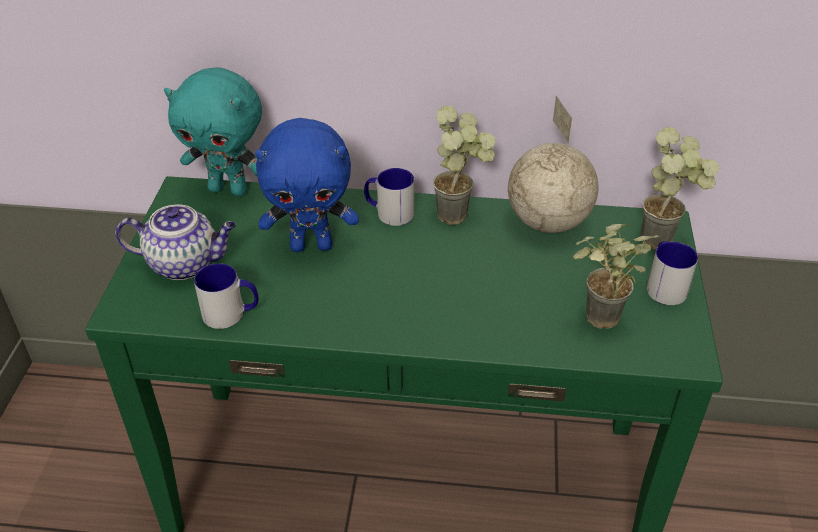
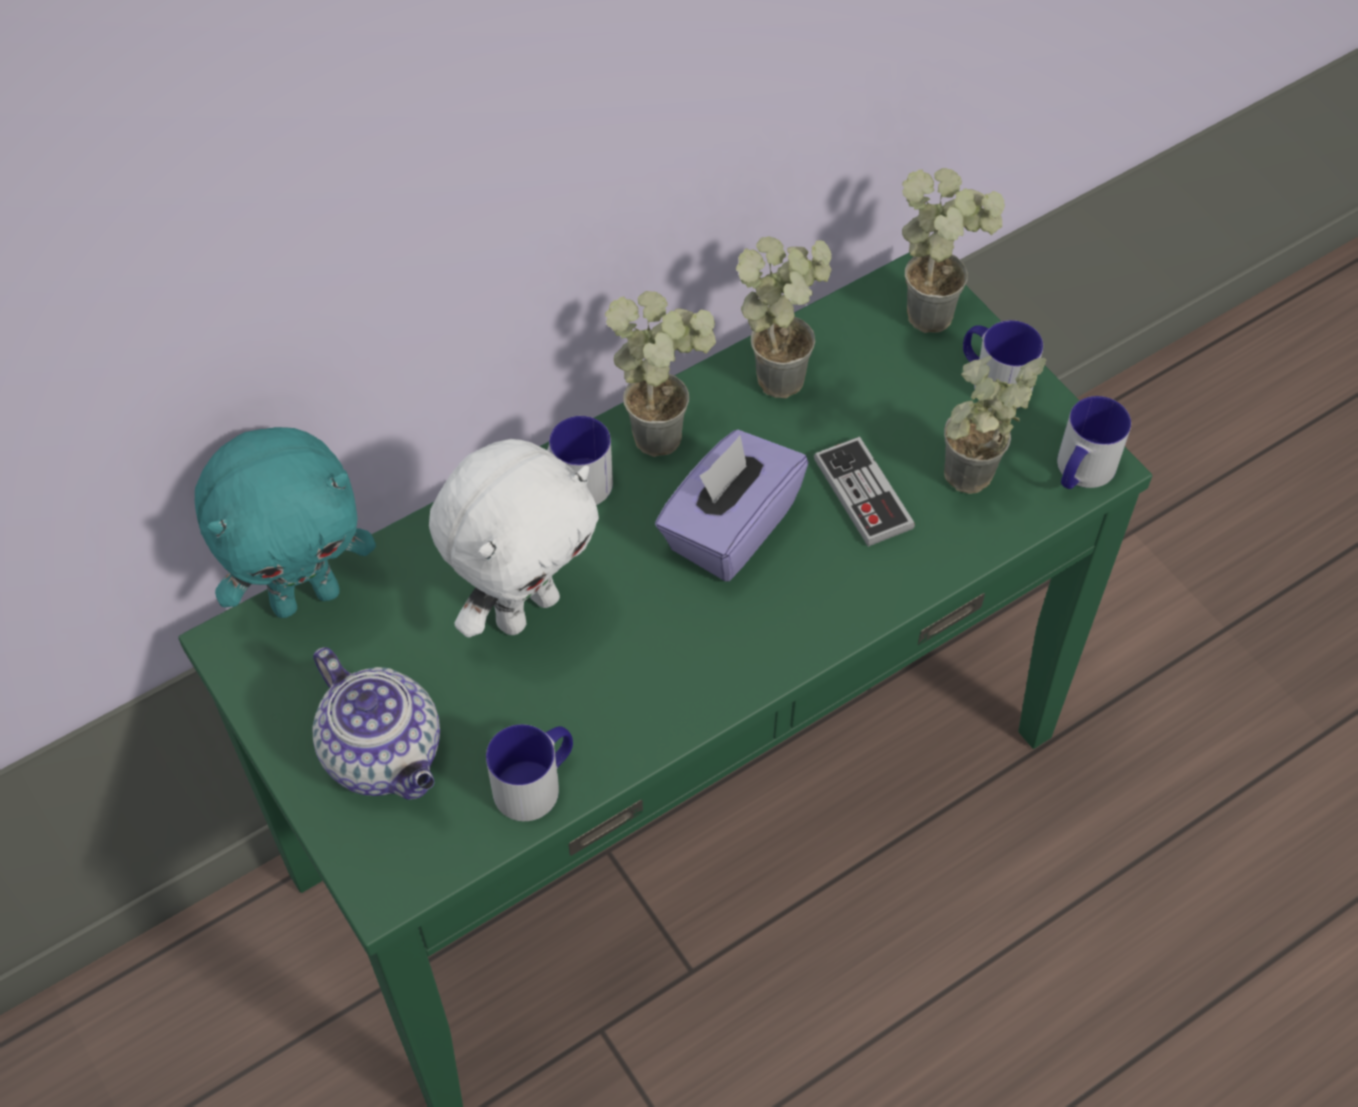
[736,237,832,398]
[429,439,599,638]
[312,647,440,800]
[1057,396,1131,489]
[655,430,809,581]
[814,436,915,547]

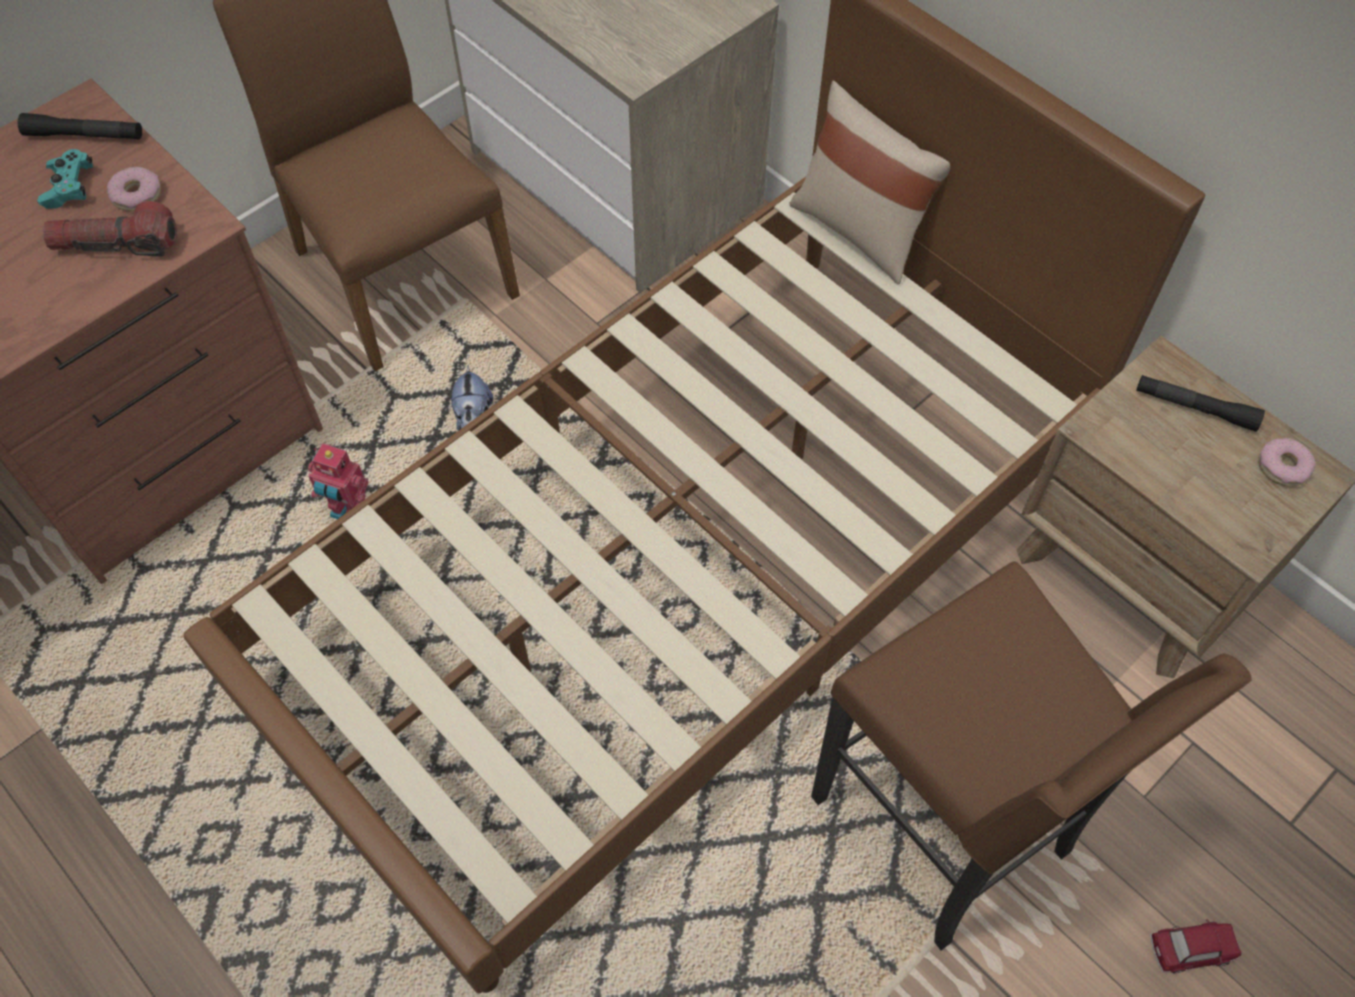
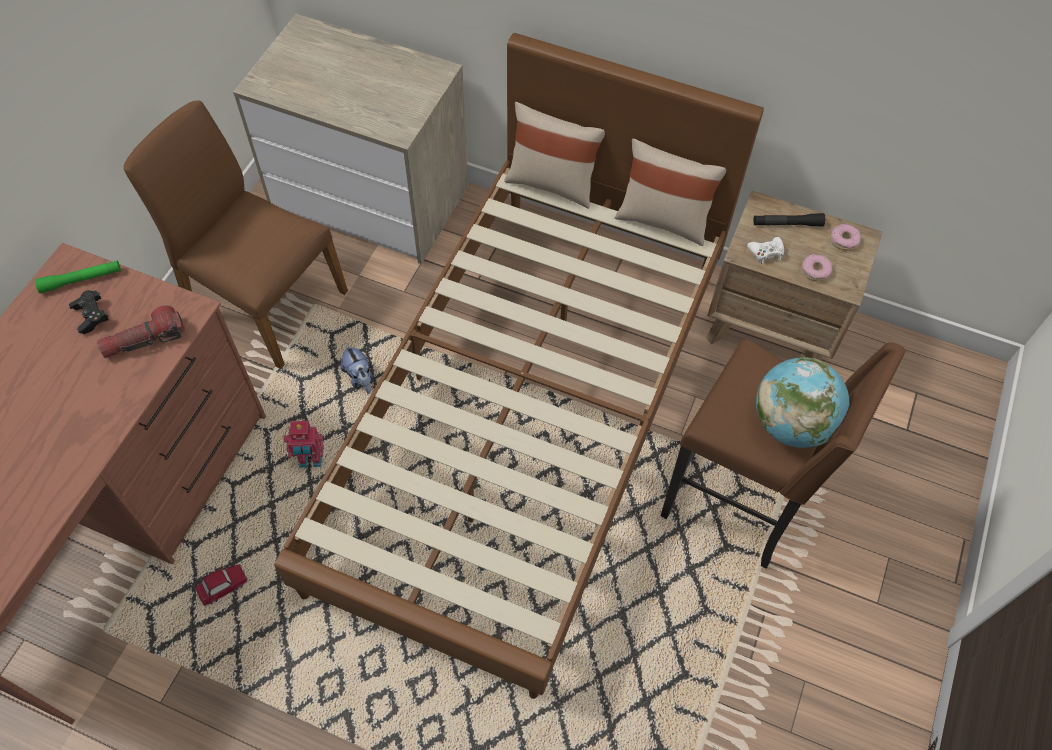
[35,261,121,294]
[69,290,109,334]
[802,254,833,281]
[195,564,248,606]
[614,139,726,246]
[747,237,784,264]
[756,357,849,448]

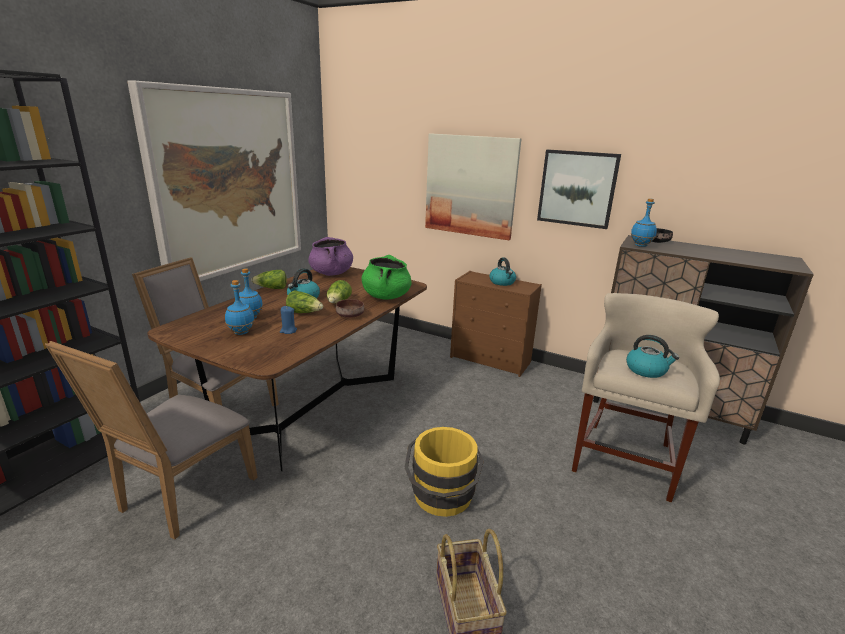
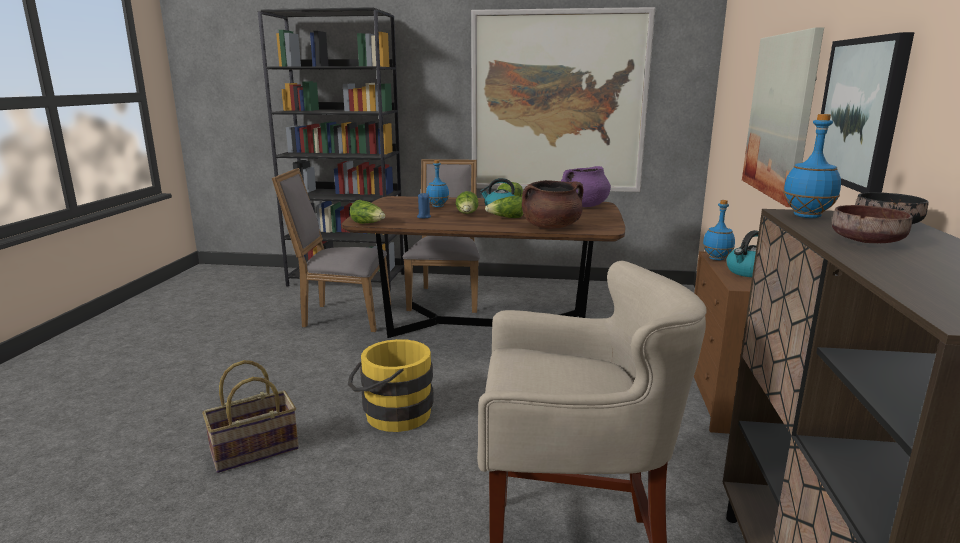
[522,180,584,229]
[703,200,735,261]
[832,205,913,243]
[626,335,679,378] (first image)
[350,200,385,224]

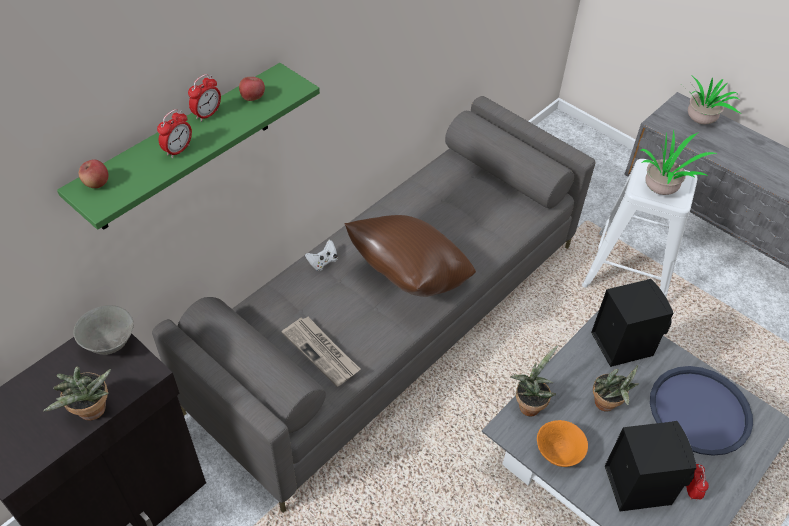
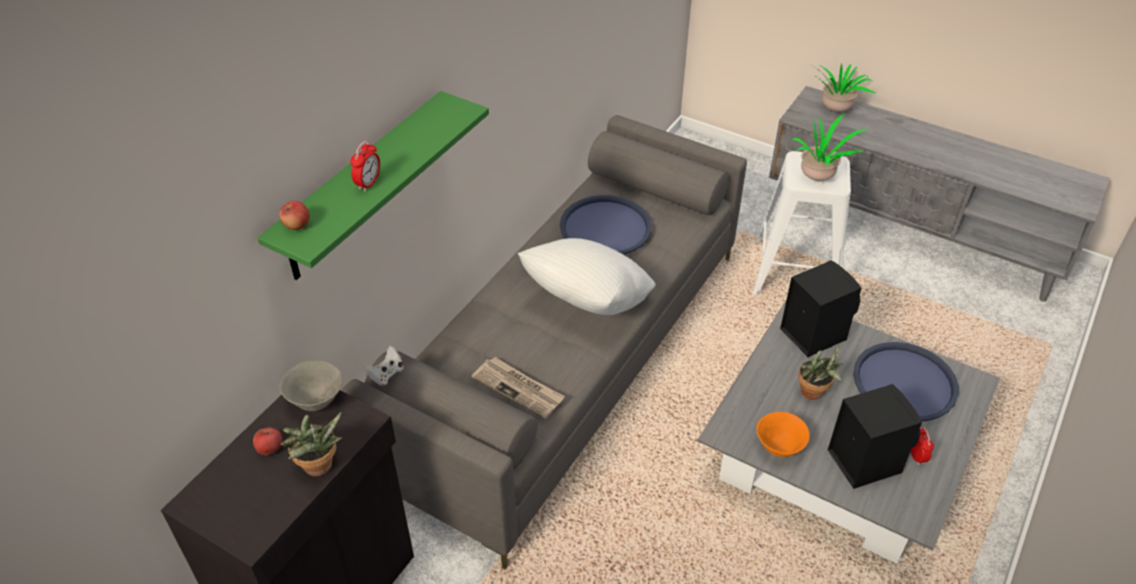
[188,74,221,122] (first image)
[253,428,282,455]
[517,238,656,315]
[364,346,404,386]
[511,345,558,417] (first image)
[560,195,652,255]

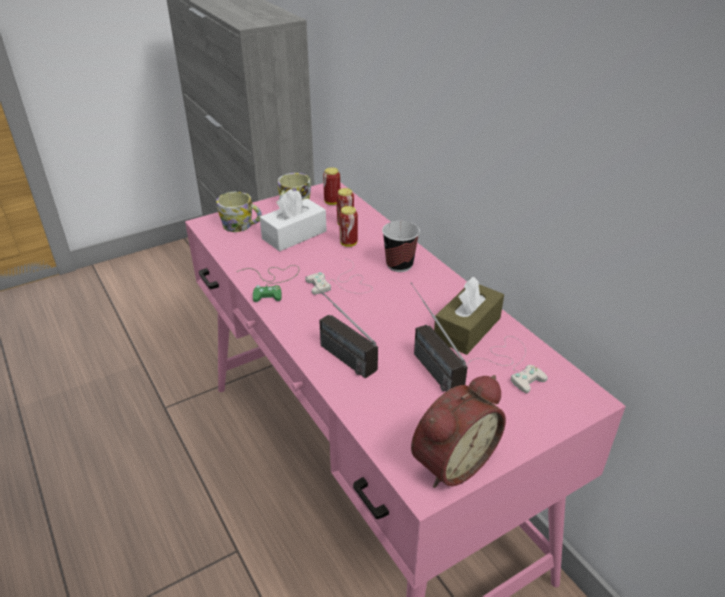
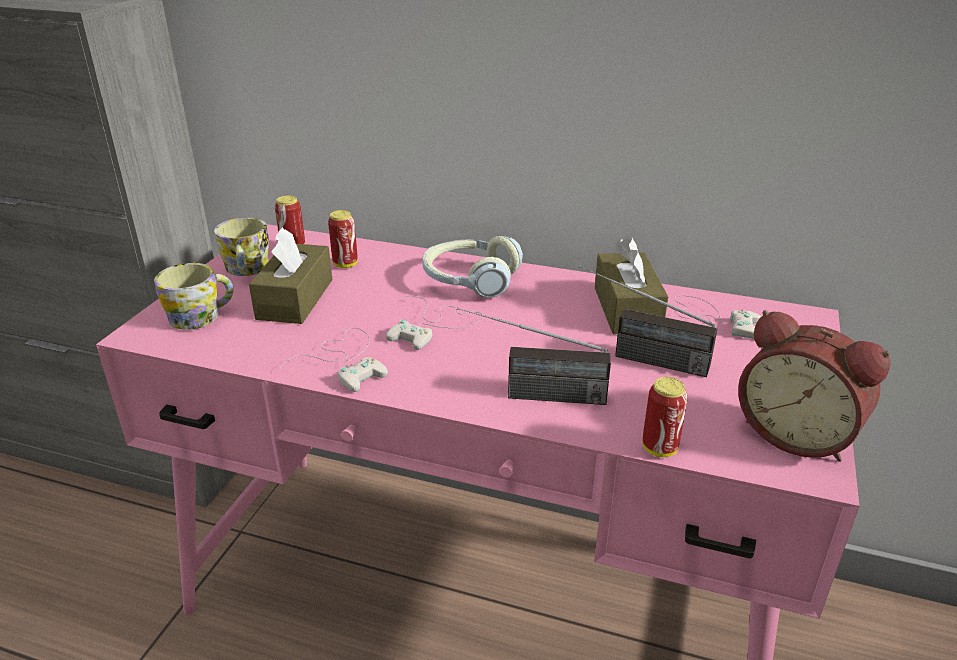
[249,227,332,324]
[643,377,688,457]
[422,235,523,298]
[280,328,388,392]
[738,310,891,462]

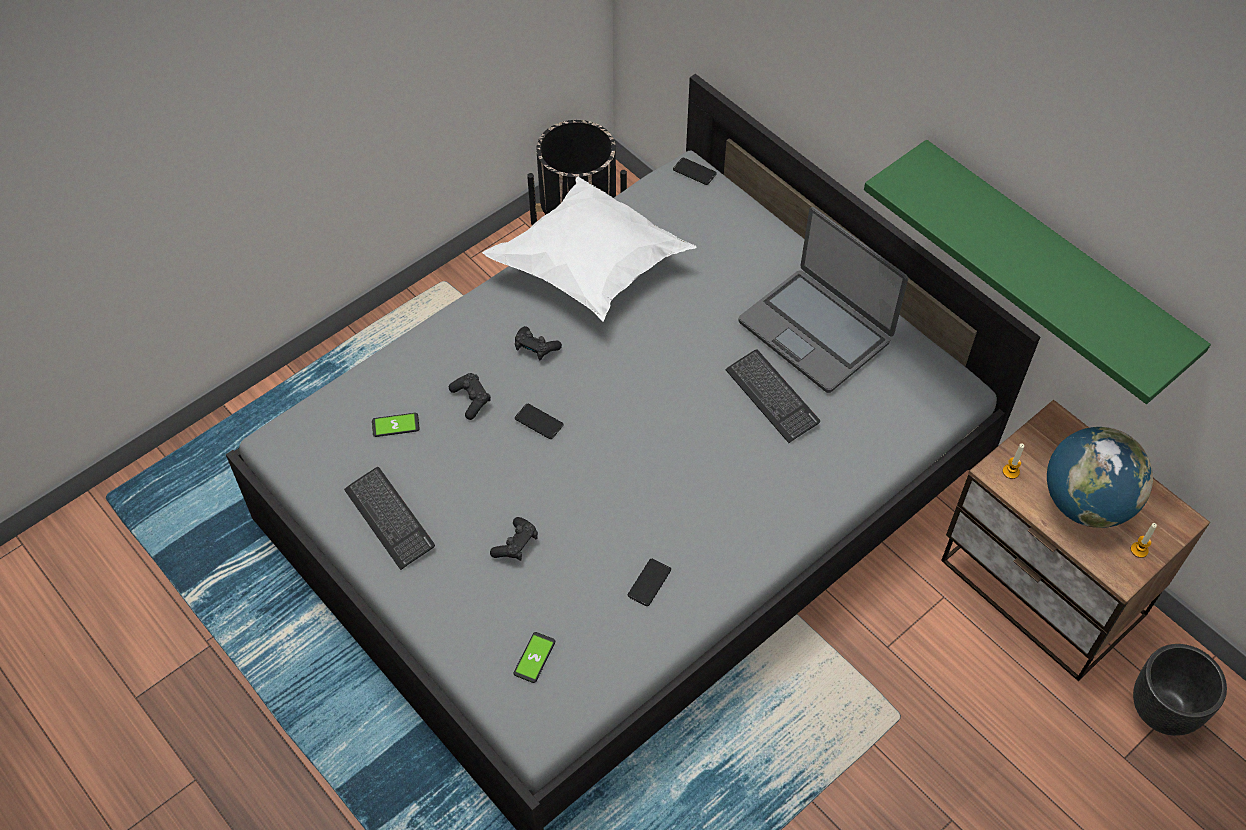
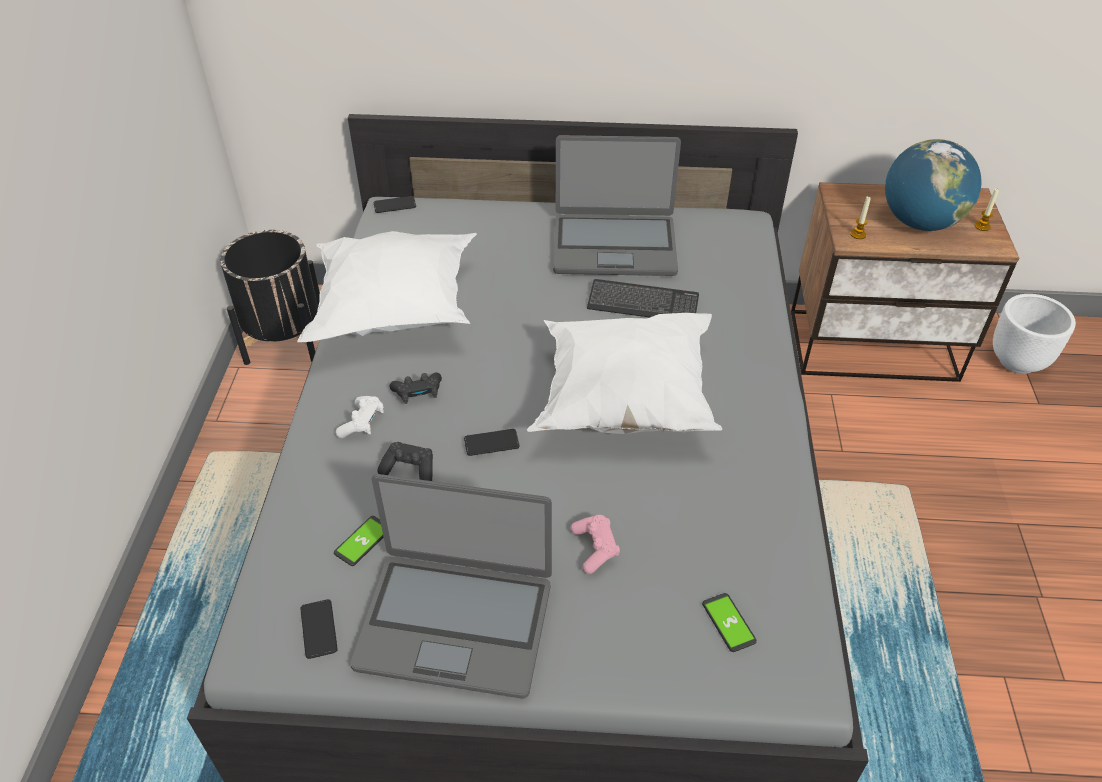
[864,140,1211,404] (first image)
[351,474,552,699]
[571,515,620,574]
[300,599,338,659]
[993,294,1076,374]
[527,313,722,434]
[336,396,384,438]

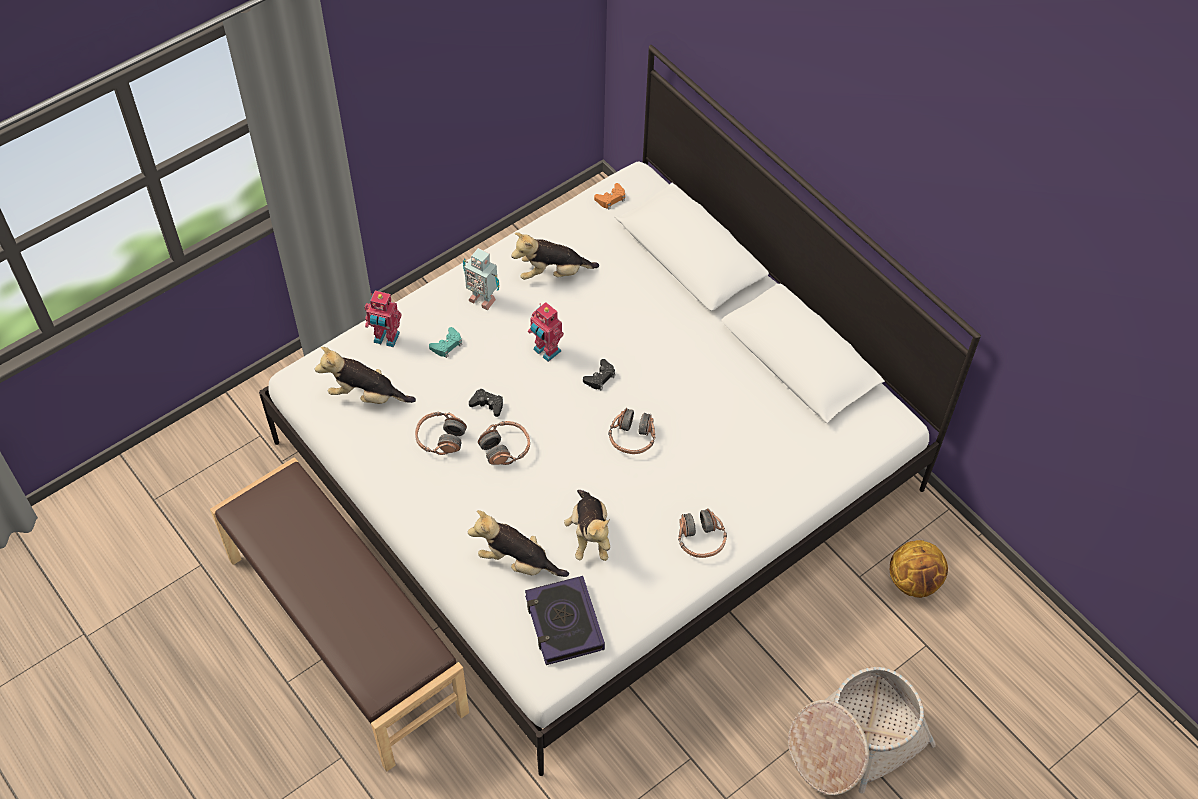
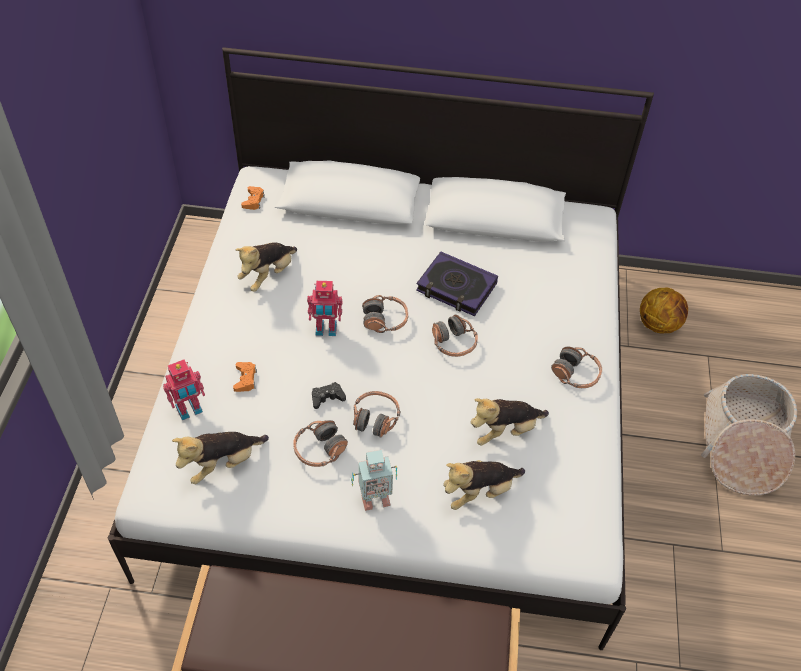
[351,450,397,511]
[233,362,257,392]
[362,295,408,333]
[471,398,549,446]
[416,252,498,316]

